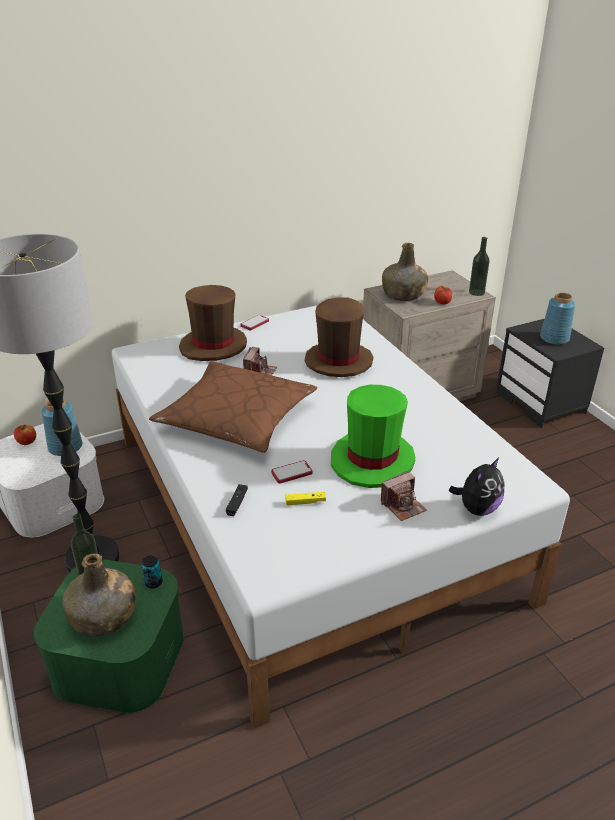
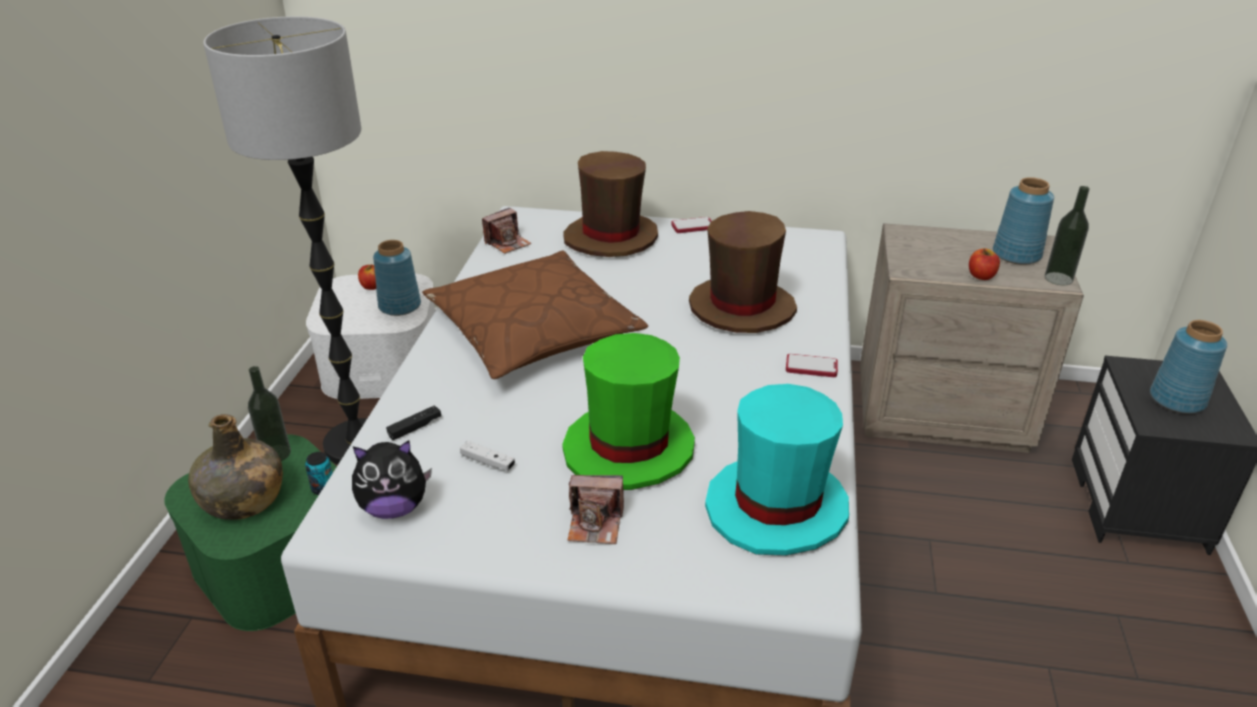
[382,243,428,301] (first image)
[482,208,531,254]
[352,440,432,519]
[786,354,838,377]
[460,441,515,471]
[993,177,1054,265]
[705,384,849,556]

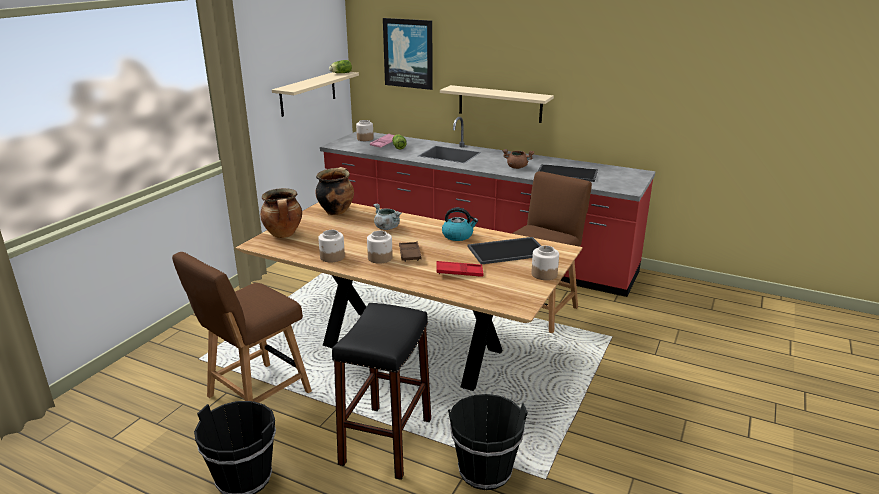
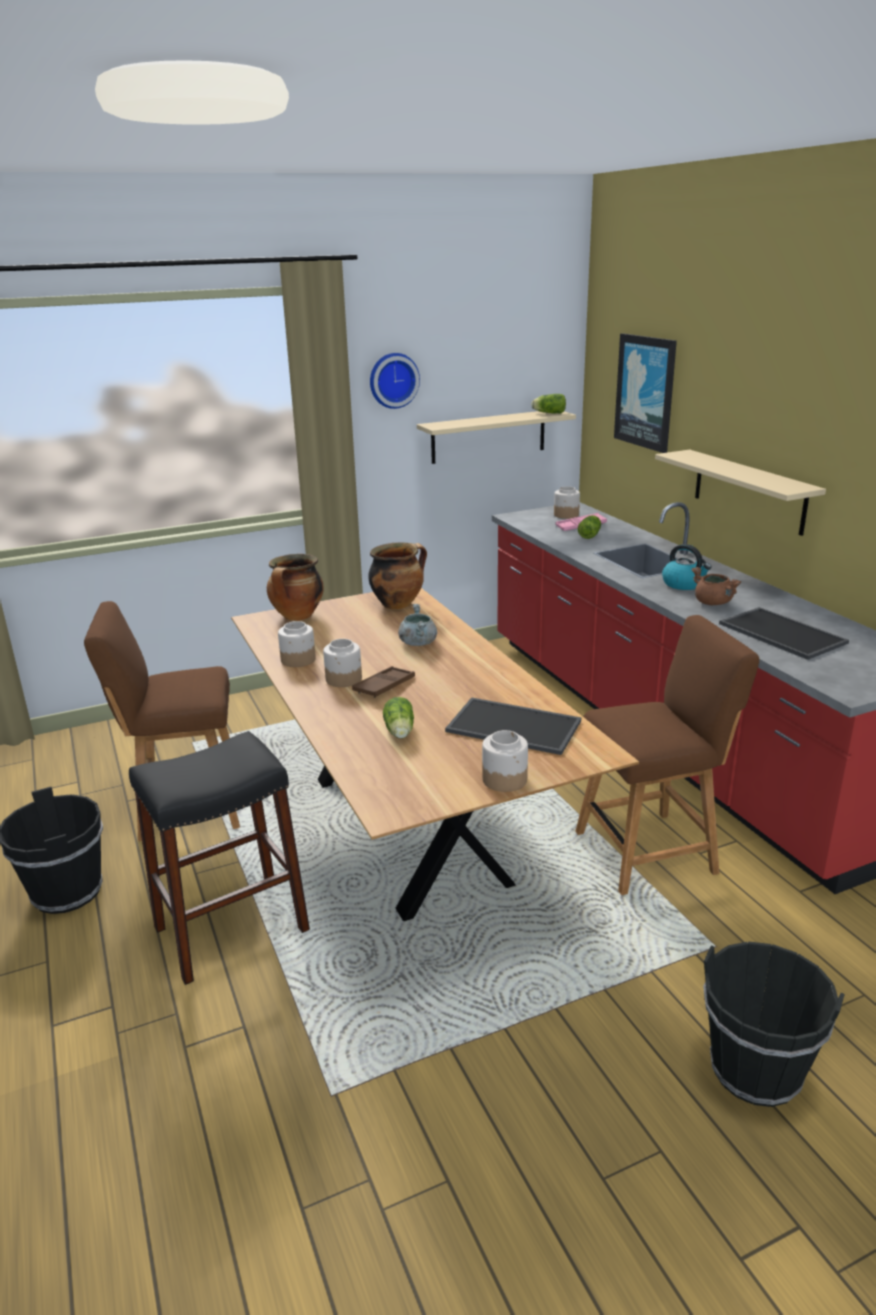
[662,544,712,590]
[383,697,414,739]
[703,941,845,1107]
[370,353,420,409]

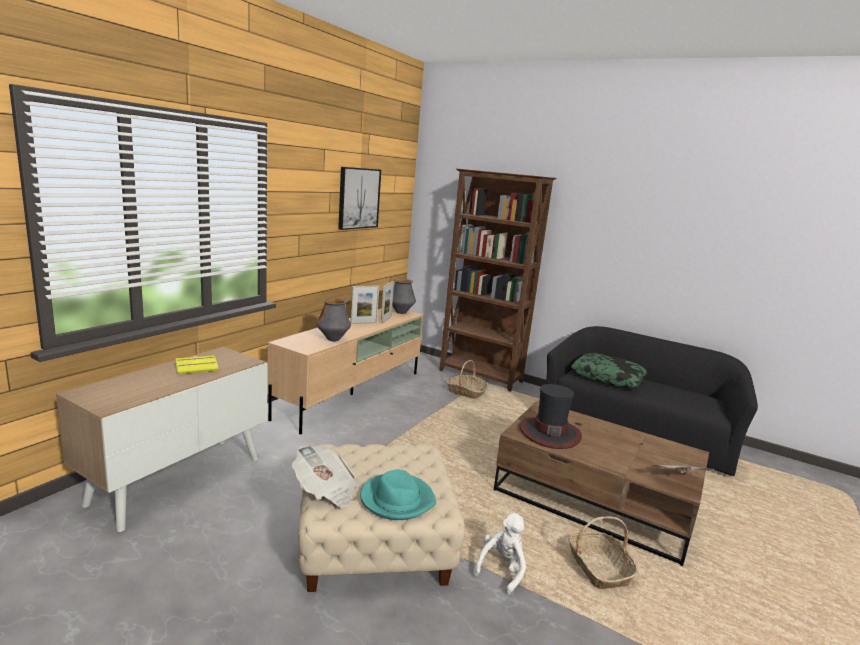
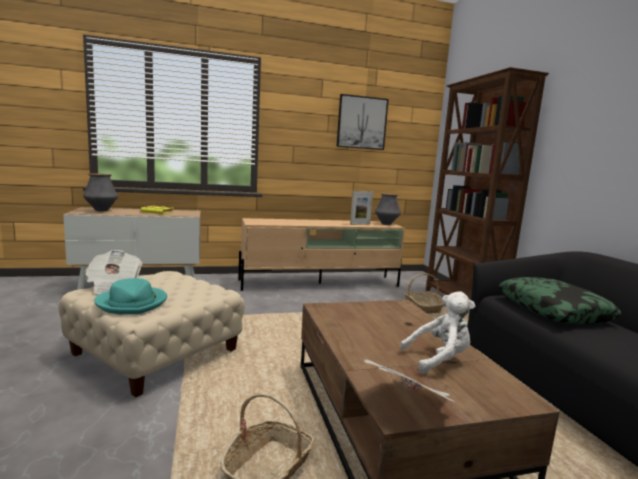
[350,285,379,324] (first image)
[83,173,118,211]
[519,384,582,449] (first image)
[400,291,475,374]

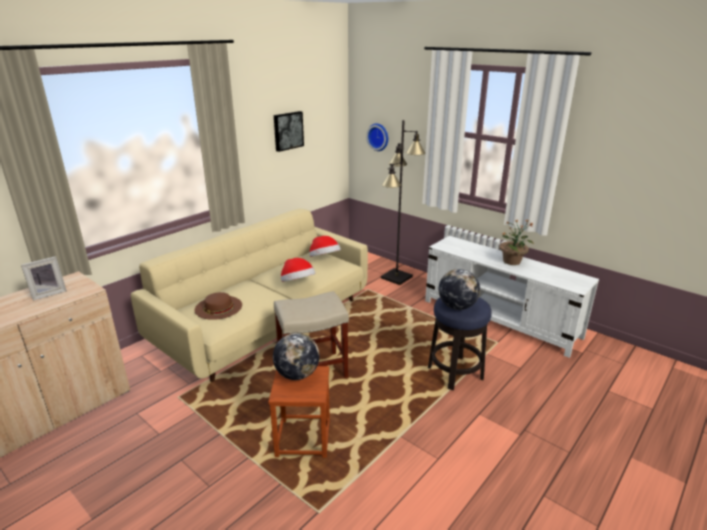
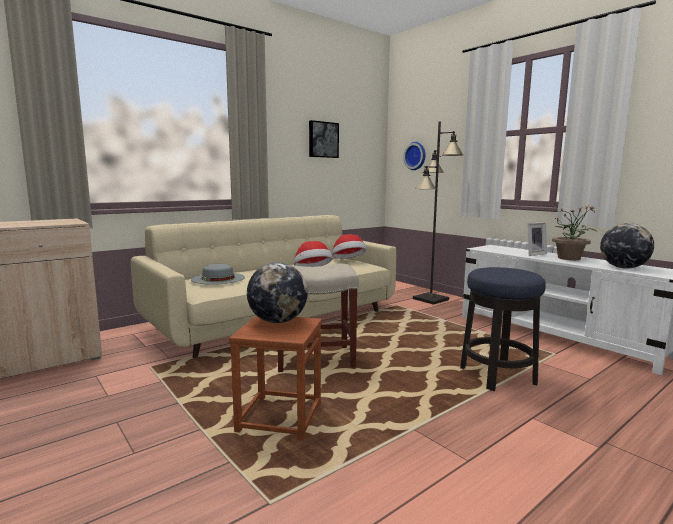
[527,222,547,256]
[600,223,654,269]
[191,264,245,285]

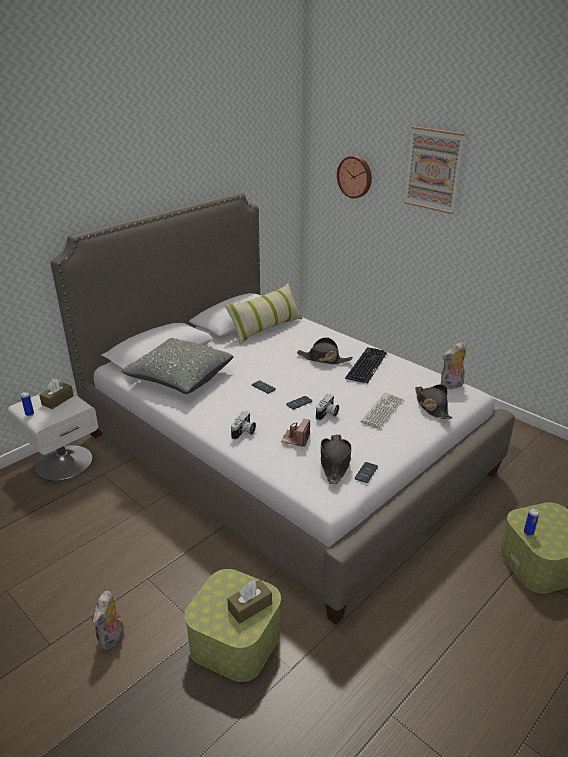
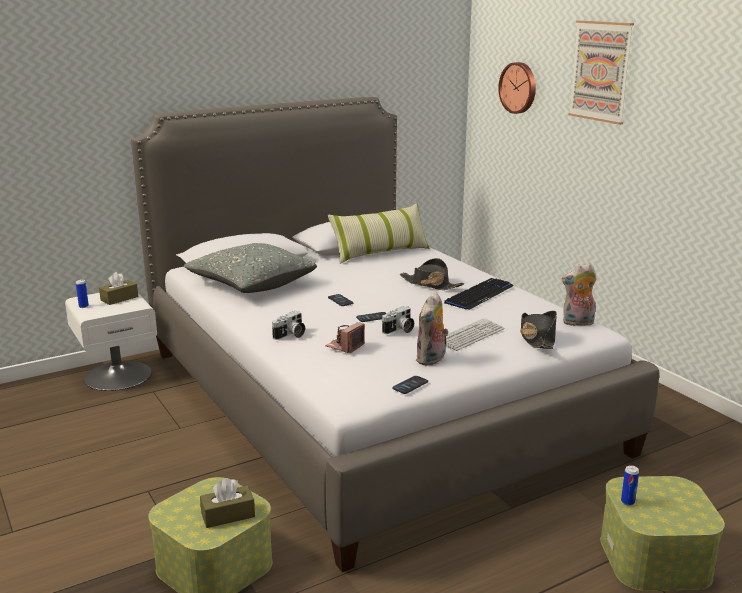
[321,434,352,484] (first image)
[415,292,449,366]

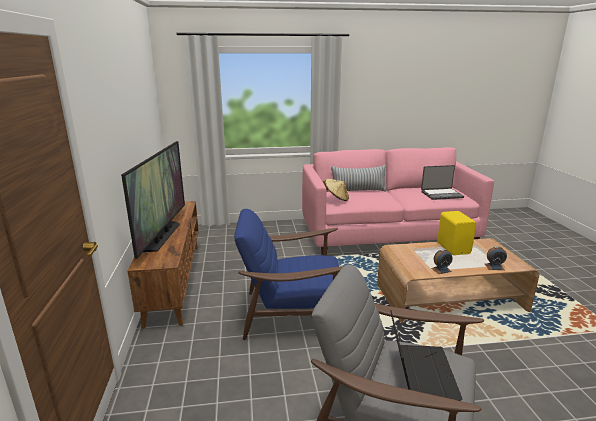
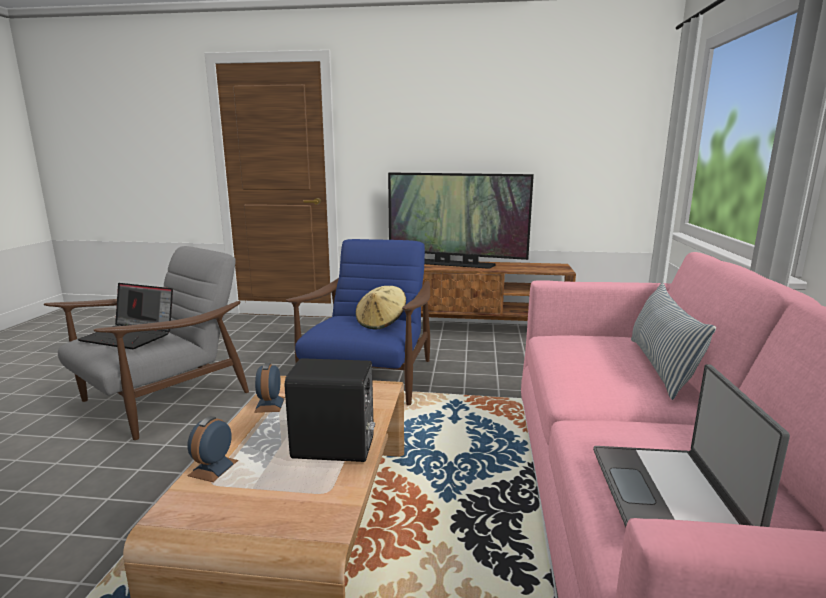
[356,286,406,329]
[284,358,375,462]

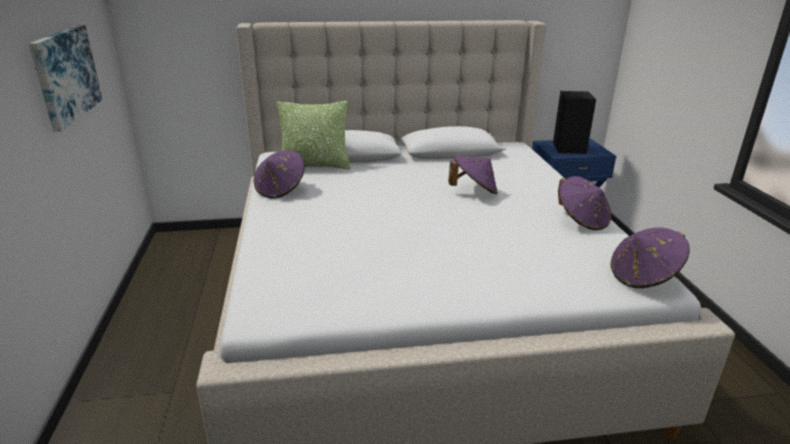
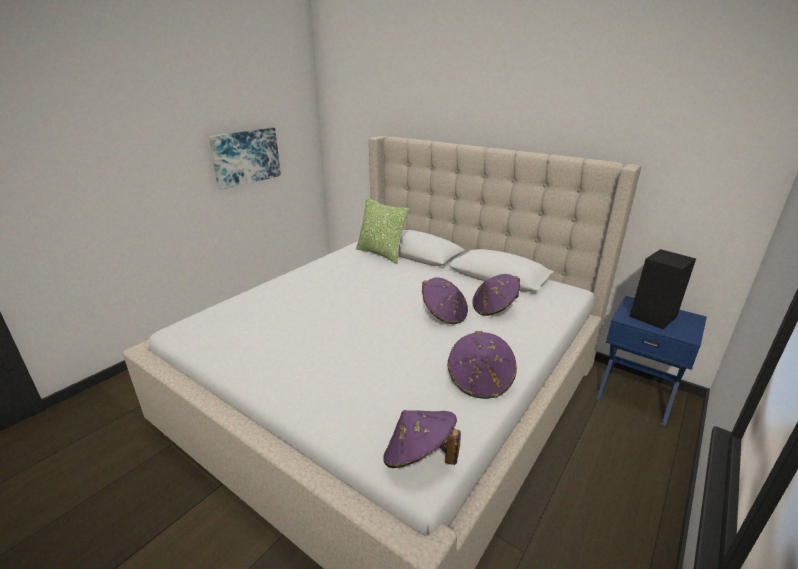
[472,274,520,316]

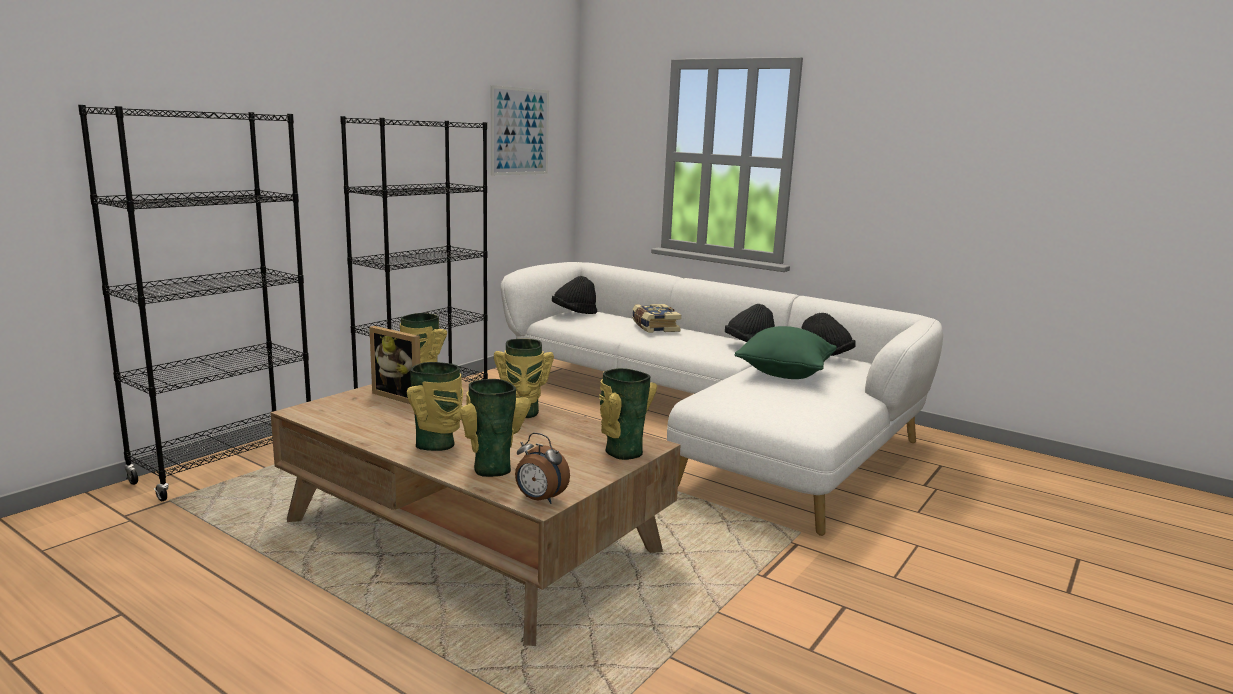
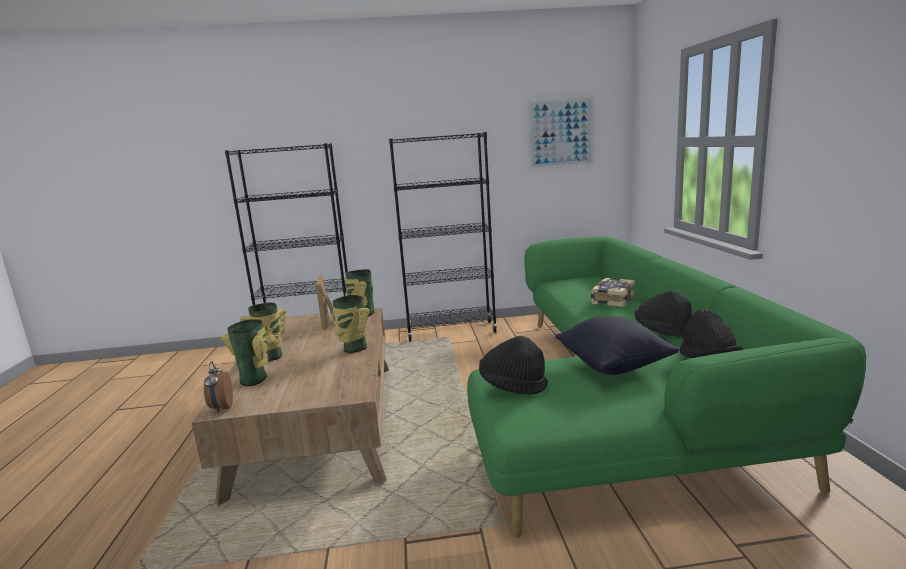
[467,237,866,537]
[479,336,548,395]
[555,316,679,375]
[599,368,657,460] (first image)

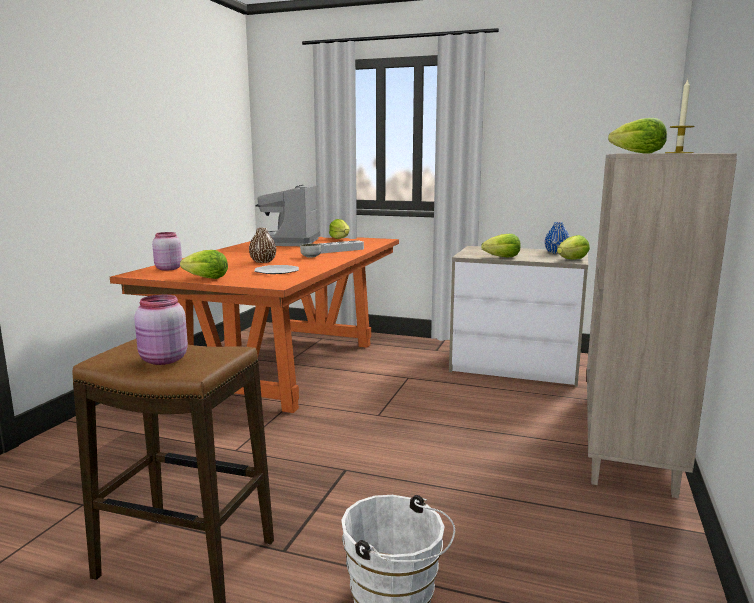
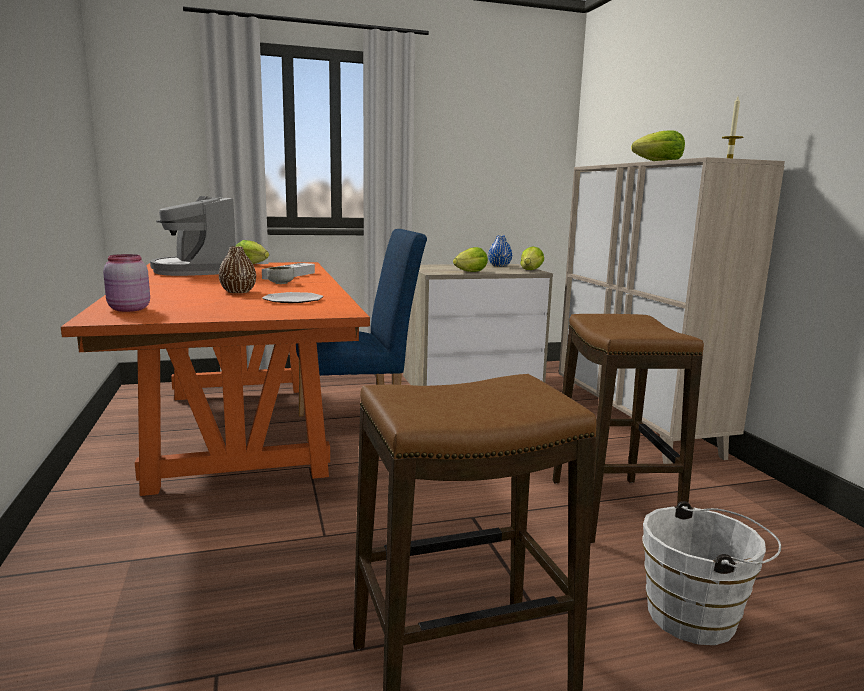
[180,250,228,279] (first image)
[134,295,188,365] (first image)
[296,229,427,442]
[553,314,704,543]

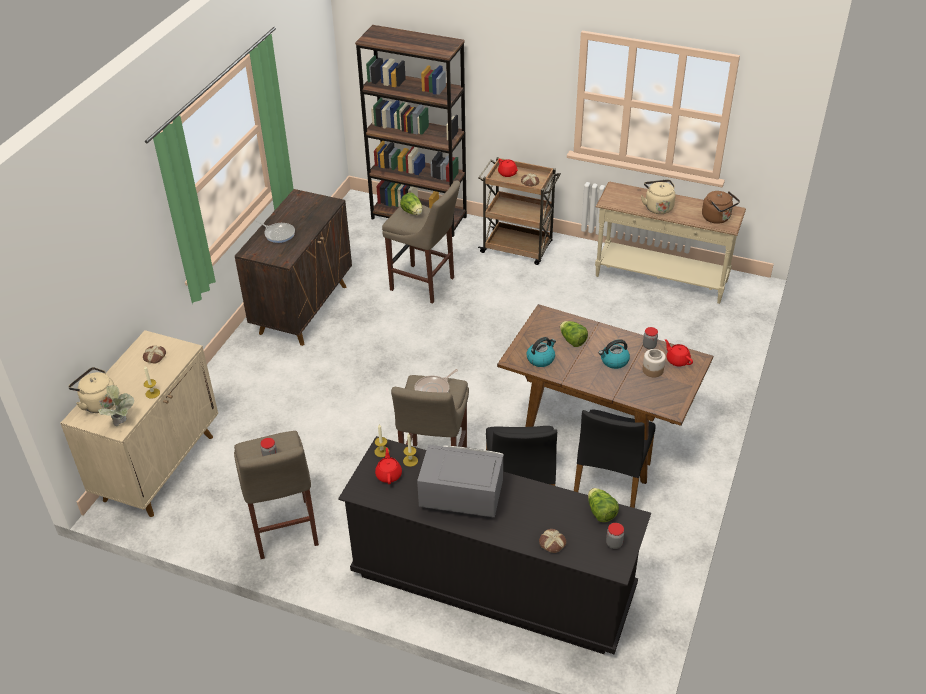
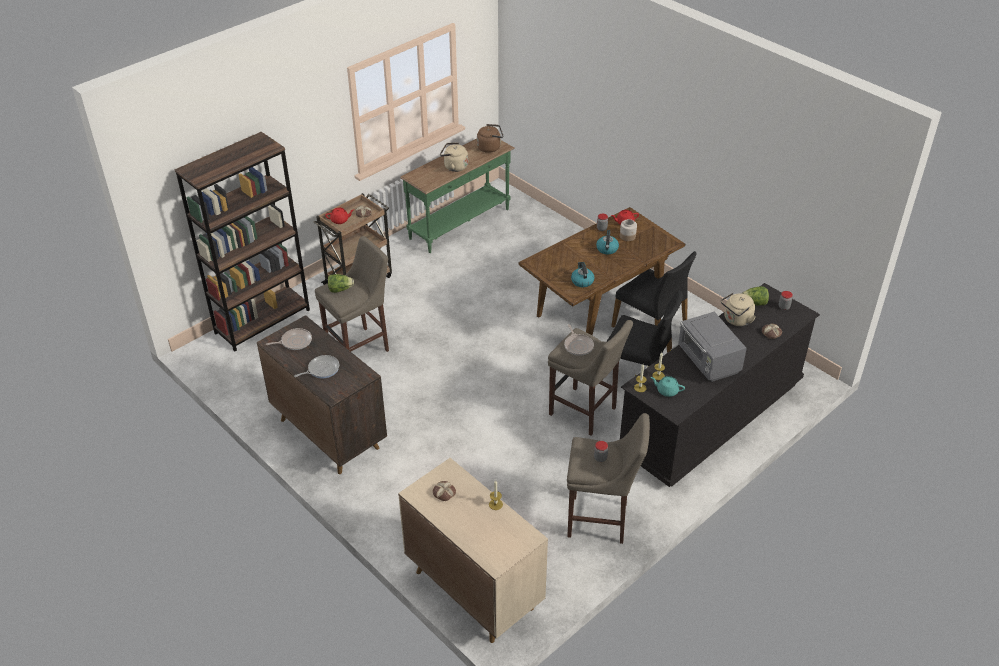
[400,138,515,253]
[560,321,588,347] (first image)
[721,293,756,326]
[98,385,134,427] (first image)
[678,312,747,382]
[651,376,685,397]
[266,328,312,350]

